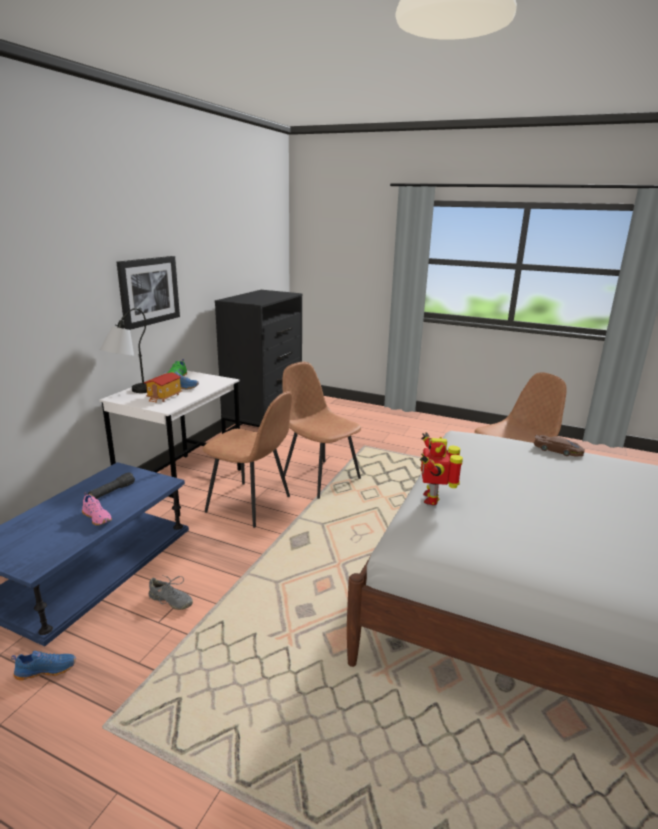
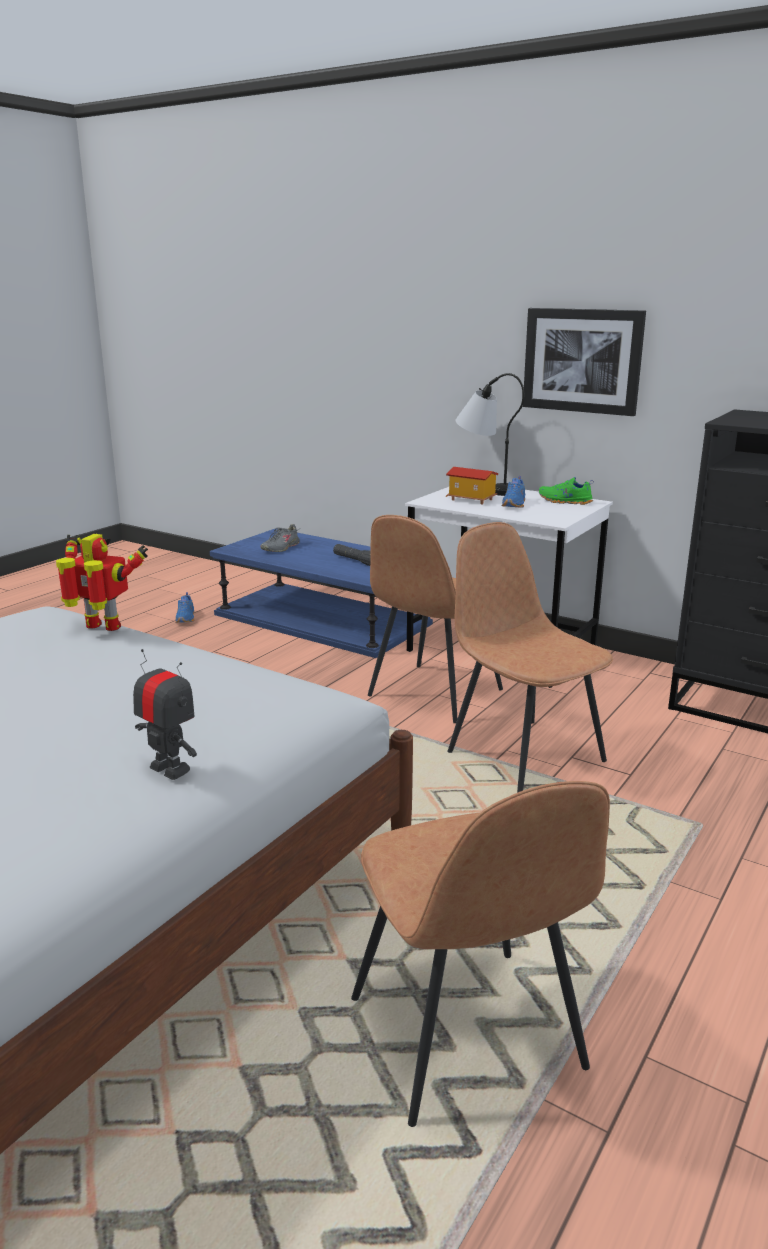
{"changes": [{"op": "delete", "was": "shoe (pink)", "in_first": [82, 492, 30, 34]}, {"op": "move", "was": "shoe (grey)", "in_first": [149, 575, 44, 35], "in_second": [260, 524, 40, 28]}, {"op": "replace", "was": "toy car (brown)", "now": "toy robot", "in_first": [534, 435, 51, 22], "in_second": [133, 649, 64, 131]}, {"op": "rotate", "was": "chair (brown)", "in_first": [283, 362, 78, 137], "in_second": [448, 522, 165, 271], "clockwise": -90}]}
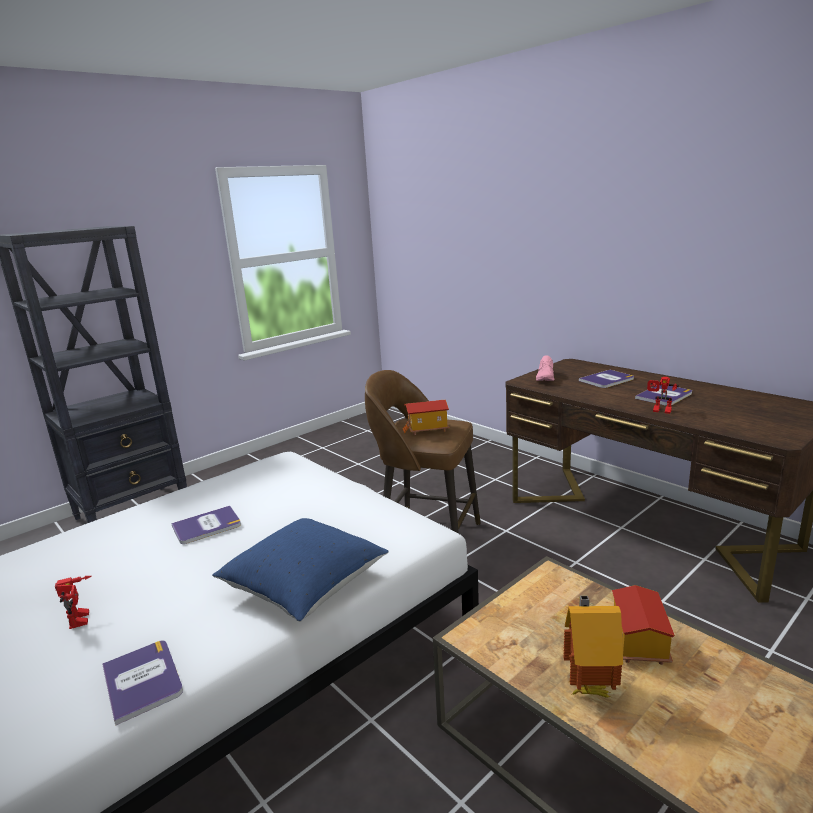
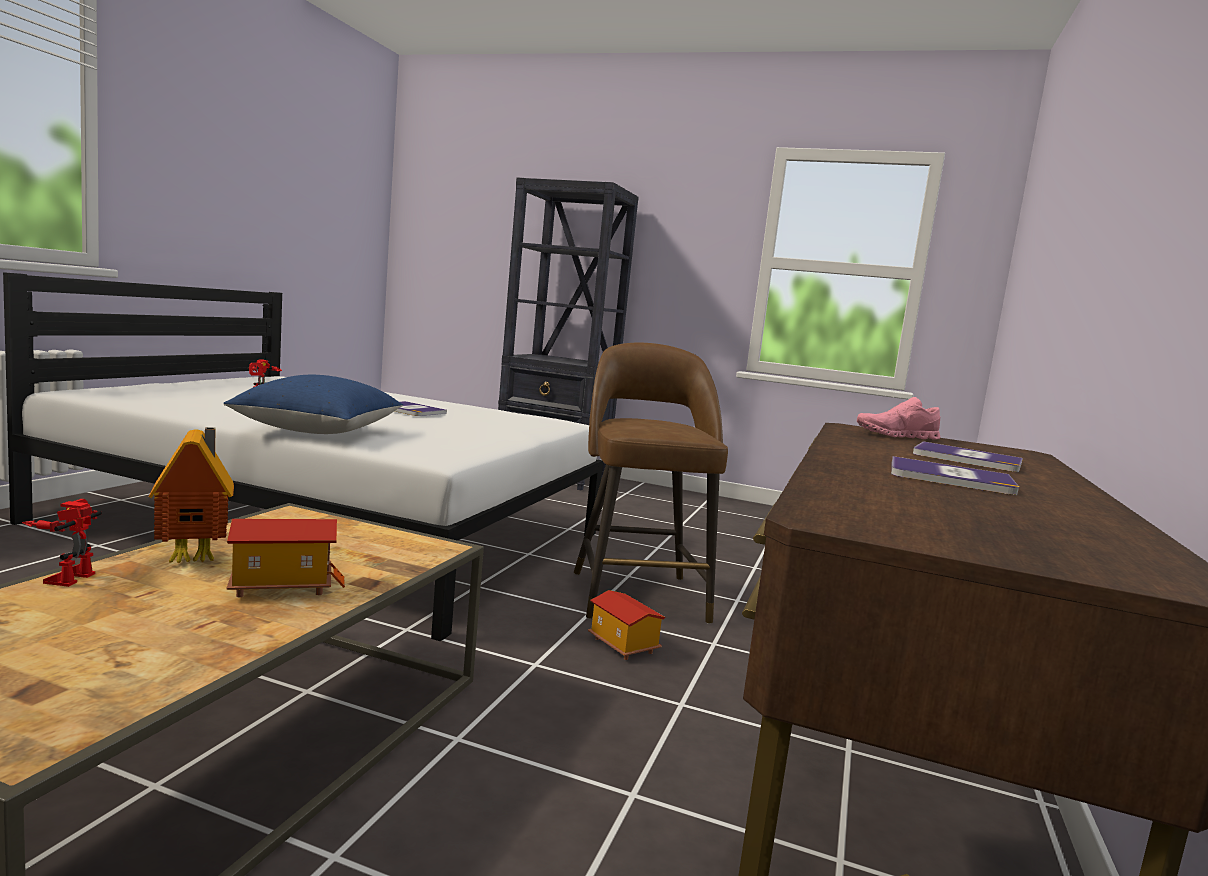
{"changes": [{"op": "delete", "was": "book", "in_first": [102, 640, 81, 86]}, {"op": "move", "was": "toy house", "in_first": [403, 400, 46, 35], "in_second": [588, 590, 77, 70]}, {"op": "move", "was": "toy robot", "in_first": [647, 377, 32, 37], "in_second": [22, 499, 80, 88]}]}
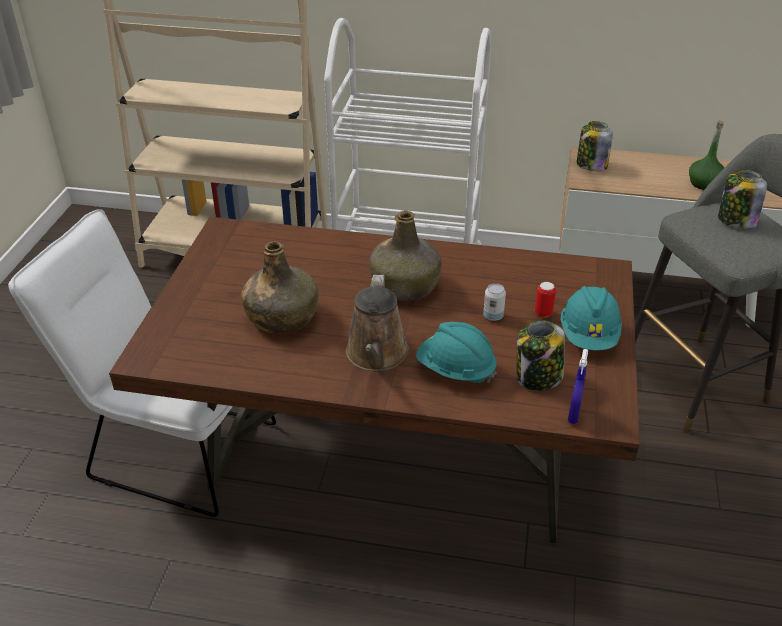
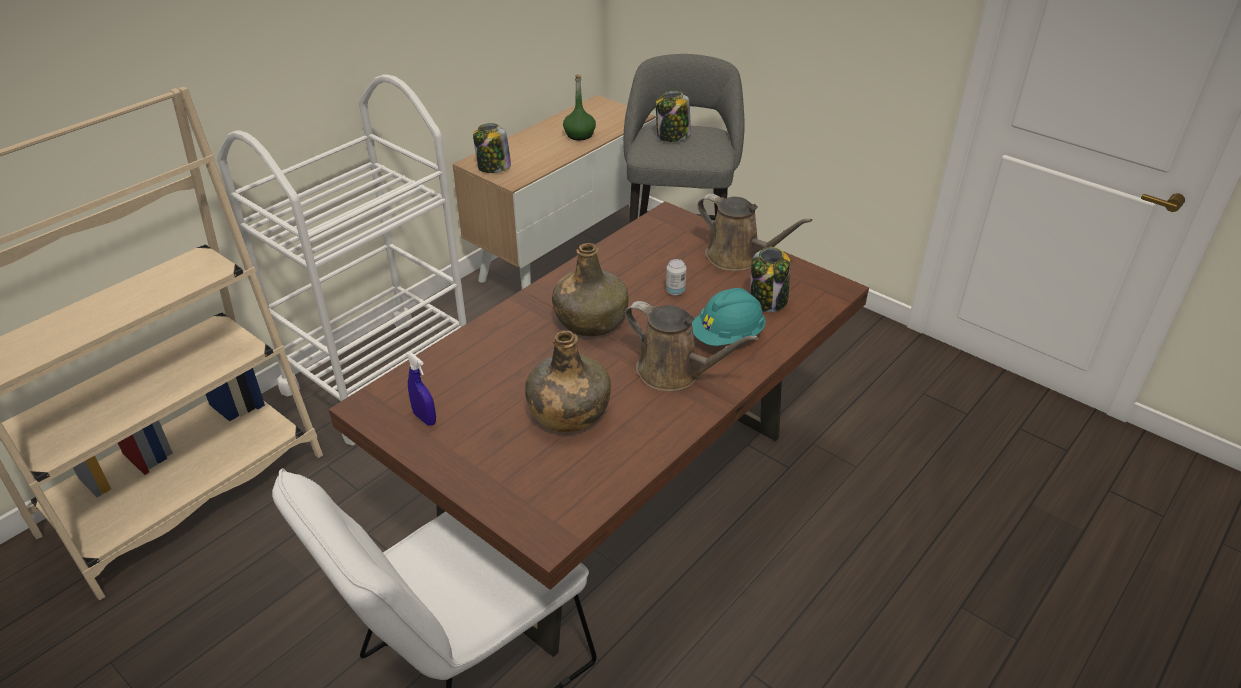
{"changes": [{"op": "delete", "was": "can", "in_first": [535, 282, 21, 35]}, {"op": "move", "was": "spray bottle (blue)", "in_first": [567, 349, 21, 75], "in_second": [406, 352, 30, 74]}, {"op": "replace", "was": "hard hat (turquoise)", "now": "watering can (brown)", "in_first": [560, 286, 62, 64], "in_second": [697, 194, 115, 77]}]}
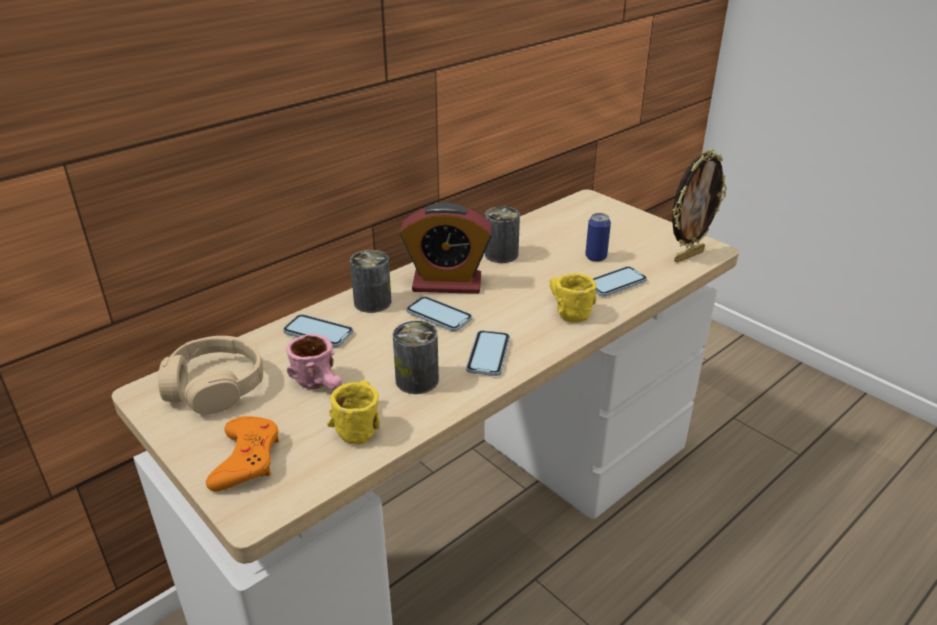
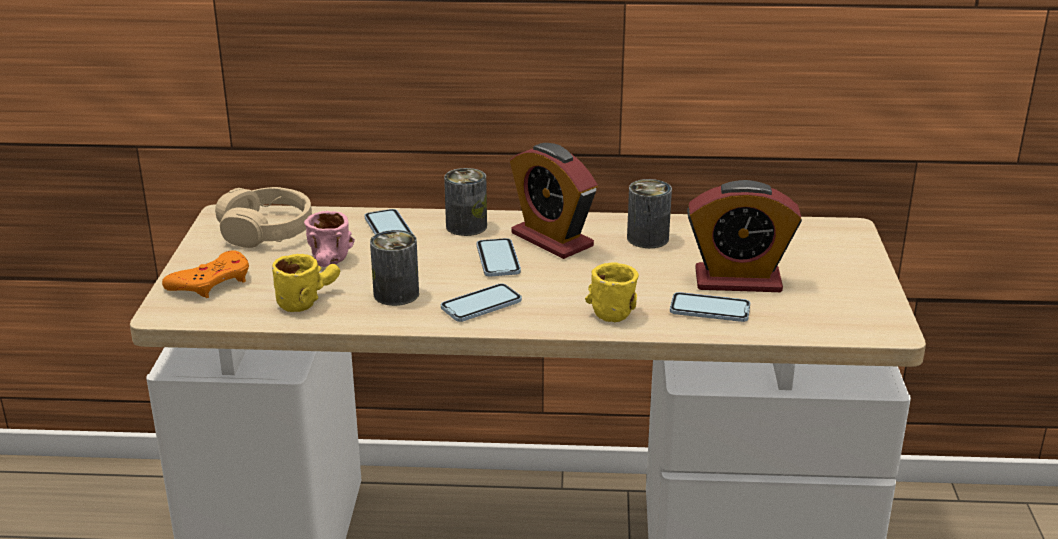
{"changes": [{"op": "delete", "was": "picture frame", "in_first": [672, 149, 55, 114]}, {"op": "replace", "was": "can", "now": "alarm clock", "in_first": [585, 213, 26, 49], "in_second": [687, 180, 115, 112]}]}
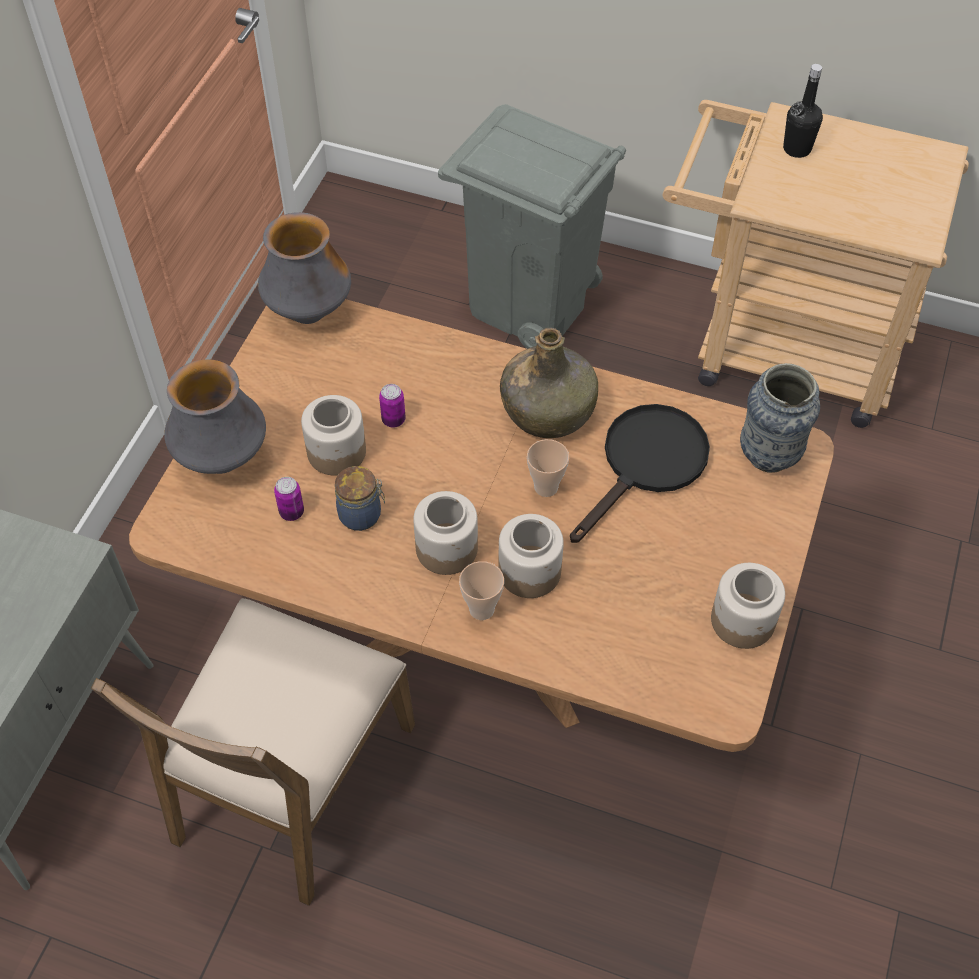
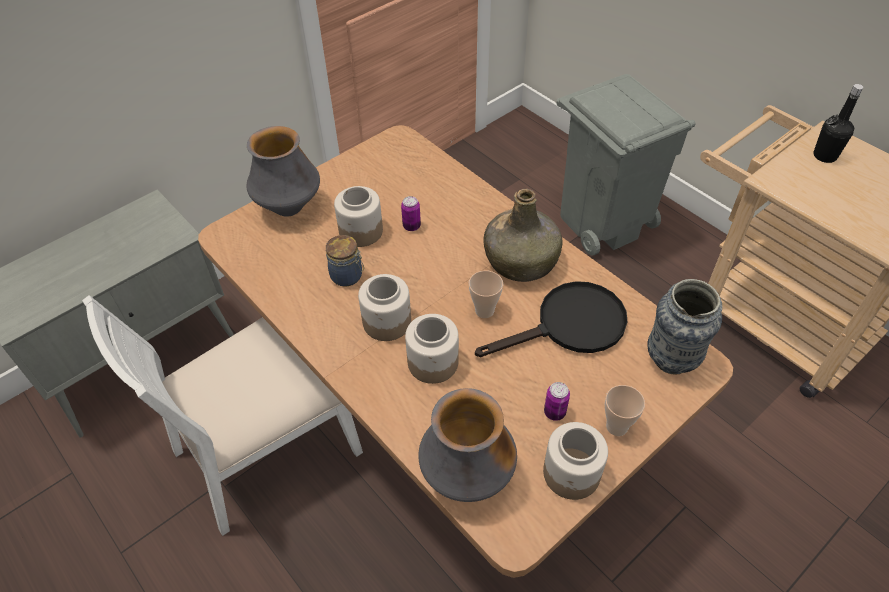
{"changes": [{"op": "move", "was": "vase", "in_first": [258, 212, 93, 112], "in_second": [418, 388, 99, 114]}, {"op": "move", "was": "can", "in_first": [274, 477, 30, 44], "in_second": [544, 382, 26, 39]}, {"op": "move", "was": "cup", "in_first": [459, 561, 45, 59], "in_second": [605, 385, 40, 51]}, {"op": "recolor", "was": "chair (brown)", "now": "chair (white)", "in_first": [91, 598, 324, 308], "in_second": [82, 295, 281, 241]}]}
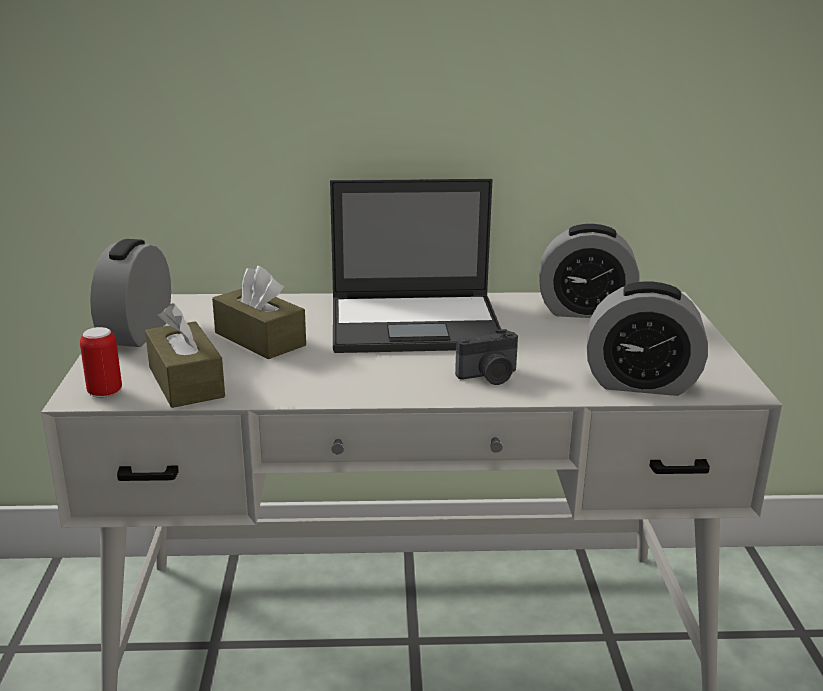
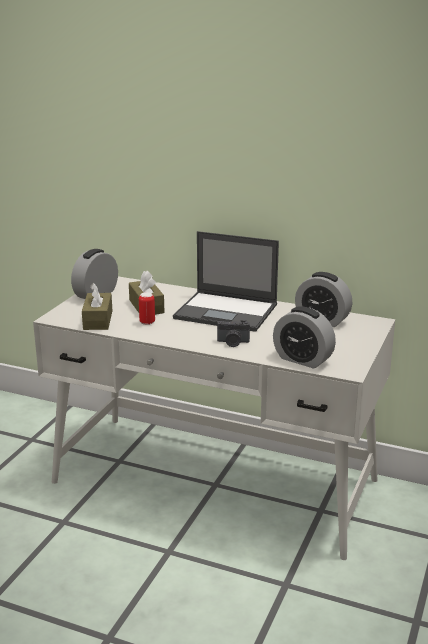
{"changes": [{"op": "move", "was": "can", "in_first": [80, 327, 42, 71], "in_second": [139, 292, 16, 33]}]}
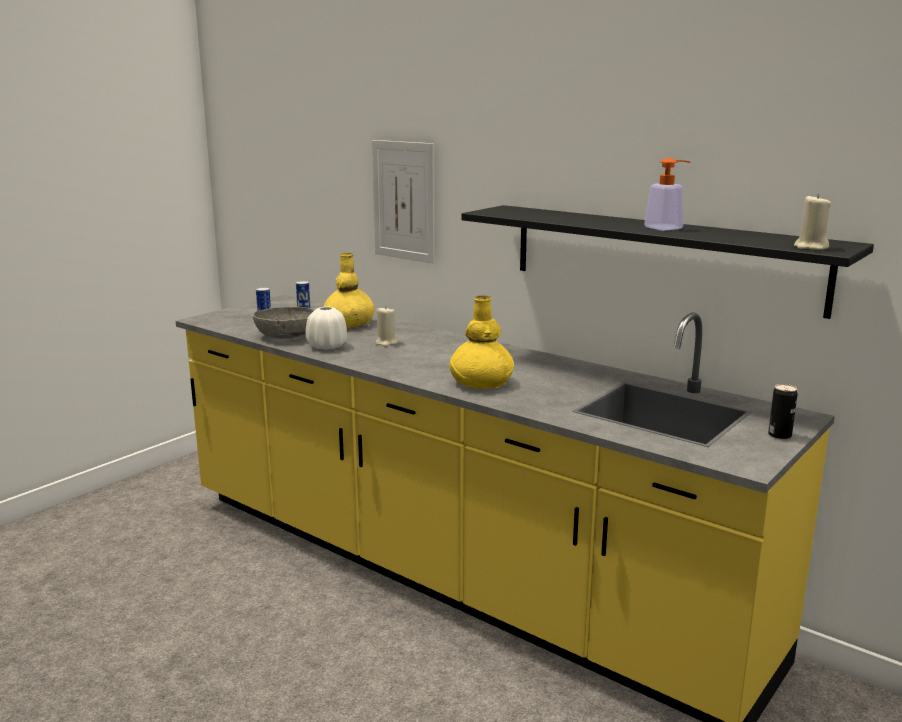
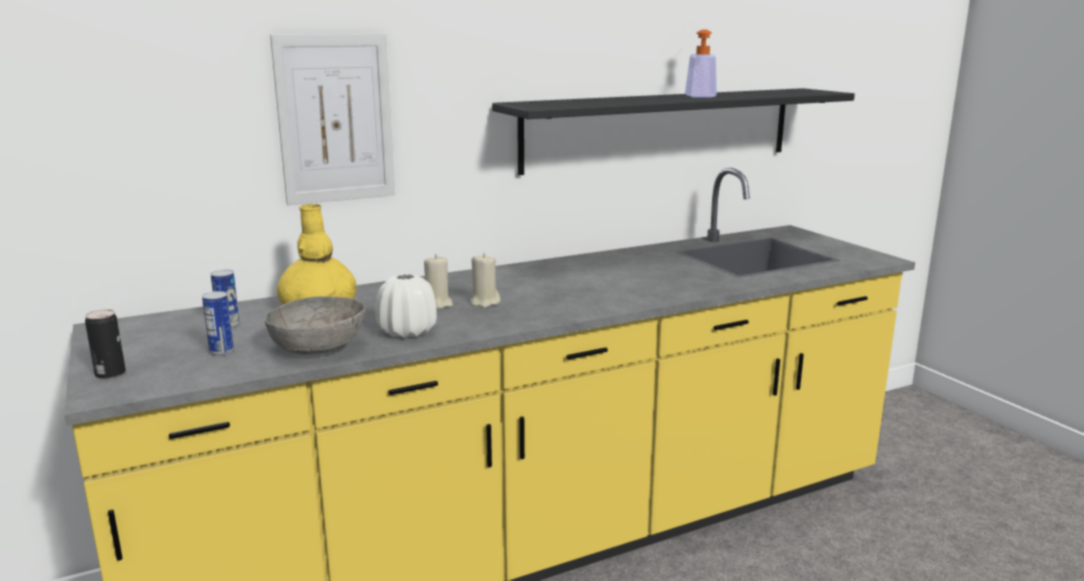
{"changes": [{"op": "delete", "was": "vase (yellow)", "in_first": [449, 296, 65, 93]}, {"op": "move", "was": "can", "in_first": [768, 384, 30, 56], "in_second": [85, 309, 41, 70]}, {"op": "move", "was": "candle (beige)", "in_first": [794, 194, 37, 56], "in_second": [470, 253, 30, 55]}]}
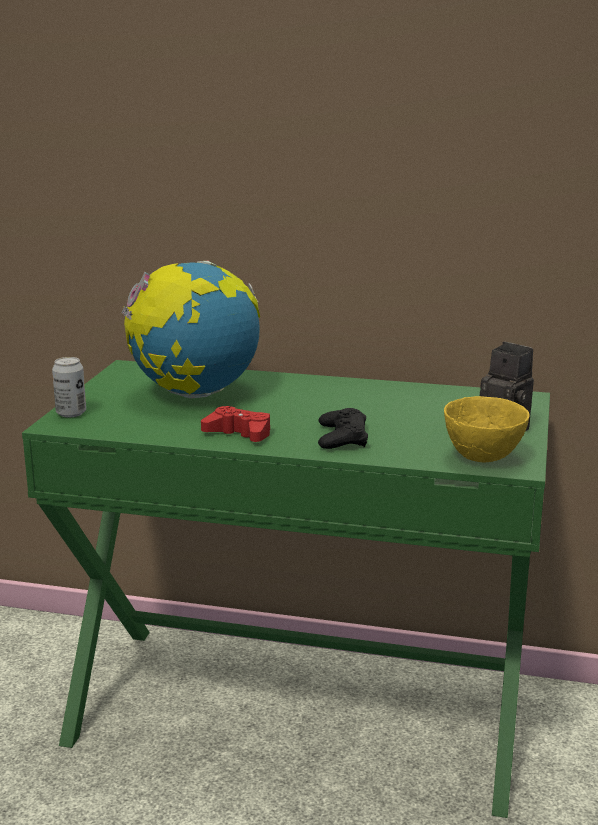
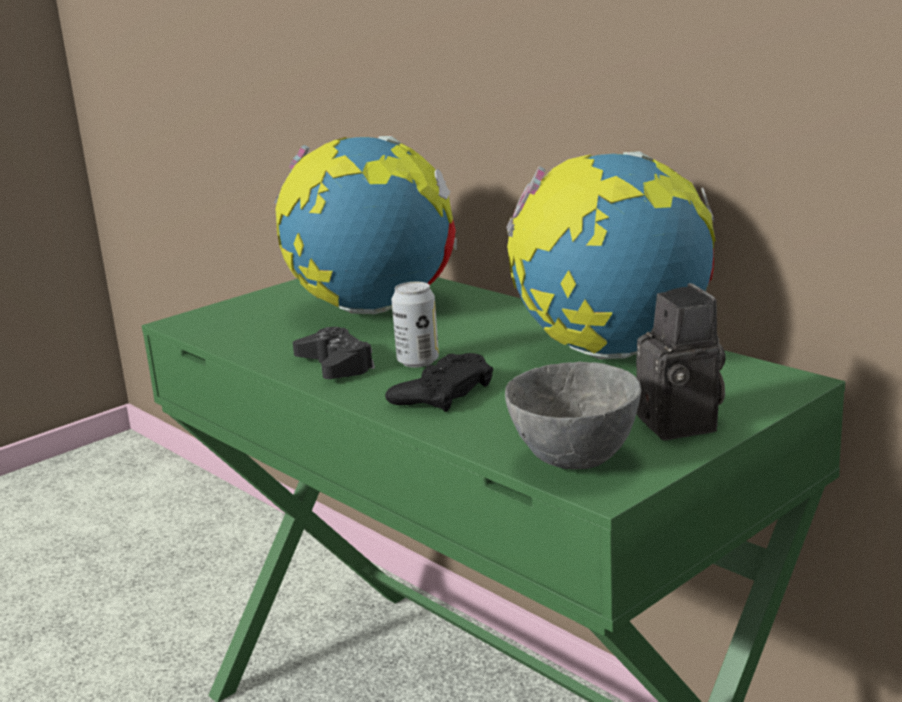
{"changes": [{"op": "insert", "now": "globe", "in_second": [506, 151, 210, 208]}, {"op": "move", "was": "can", "in_first": [52, 357, 34, 61], "in_second": [391, 282, 48, 86]}, {"op": "recolor", "was": "game controller (red)", "now": "game controller (black)", "in_first": [201, 406, 69, 36], "in_second": [293, 327, 82, 52]}, {"op": "recolor", "was": "bowl (yellow)", "now": "bowl (grey)", "in_first": [444, 396, 86, 67], "in_second": [505, 362, 136, 107]}]}
